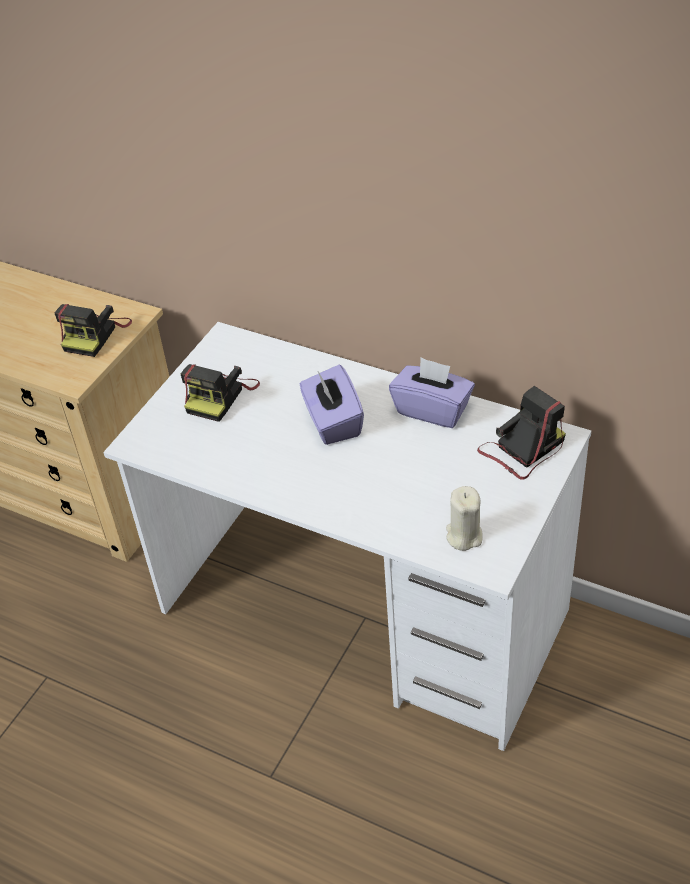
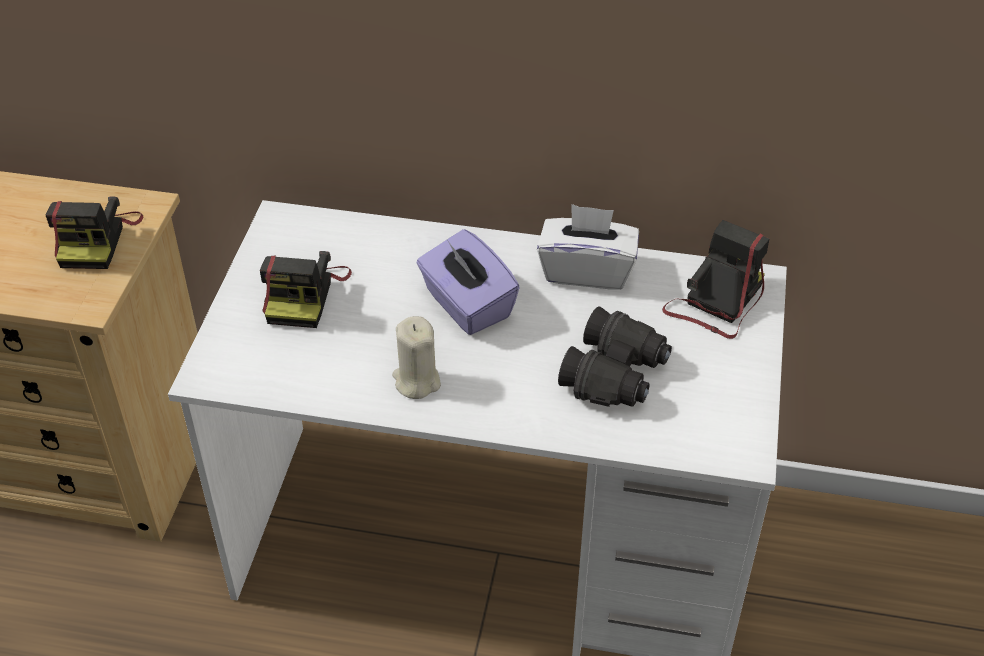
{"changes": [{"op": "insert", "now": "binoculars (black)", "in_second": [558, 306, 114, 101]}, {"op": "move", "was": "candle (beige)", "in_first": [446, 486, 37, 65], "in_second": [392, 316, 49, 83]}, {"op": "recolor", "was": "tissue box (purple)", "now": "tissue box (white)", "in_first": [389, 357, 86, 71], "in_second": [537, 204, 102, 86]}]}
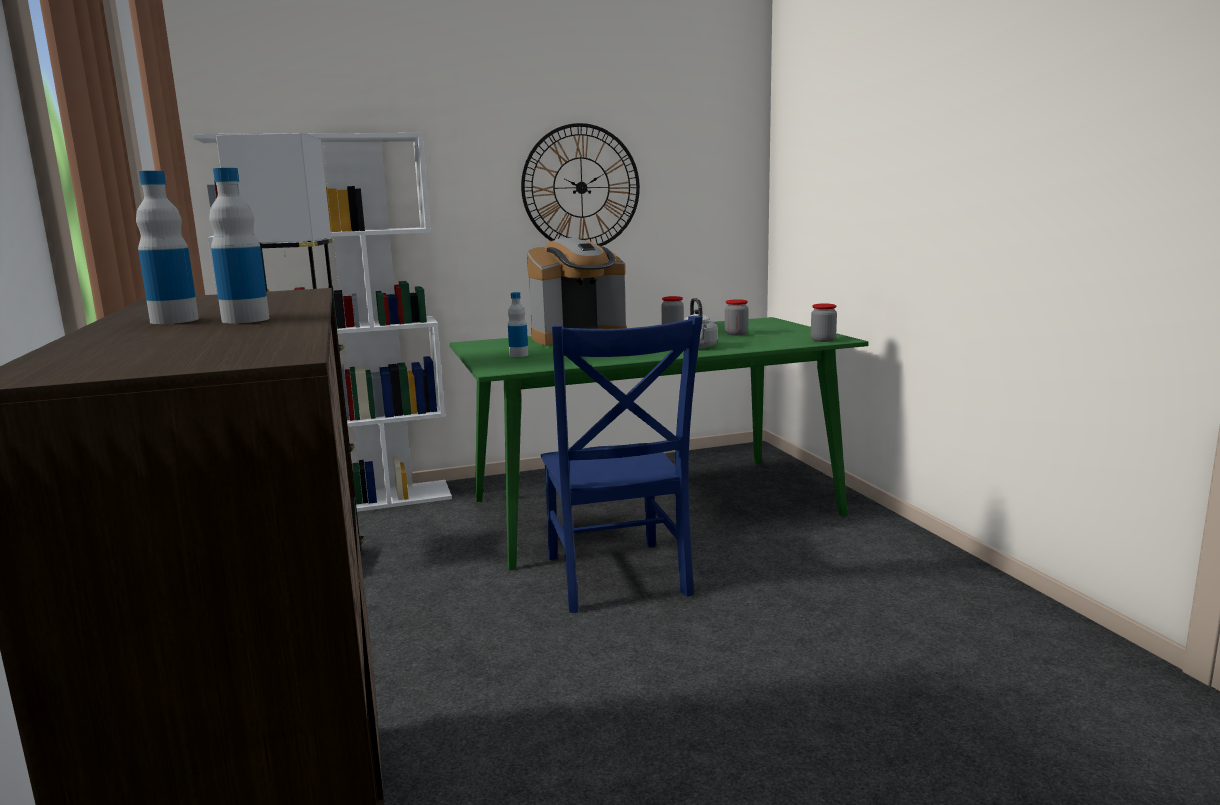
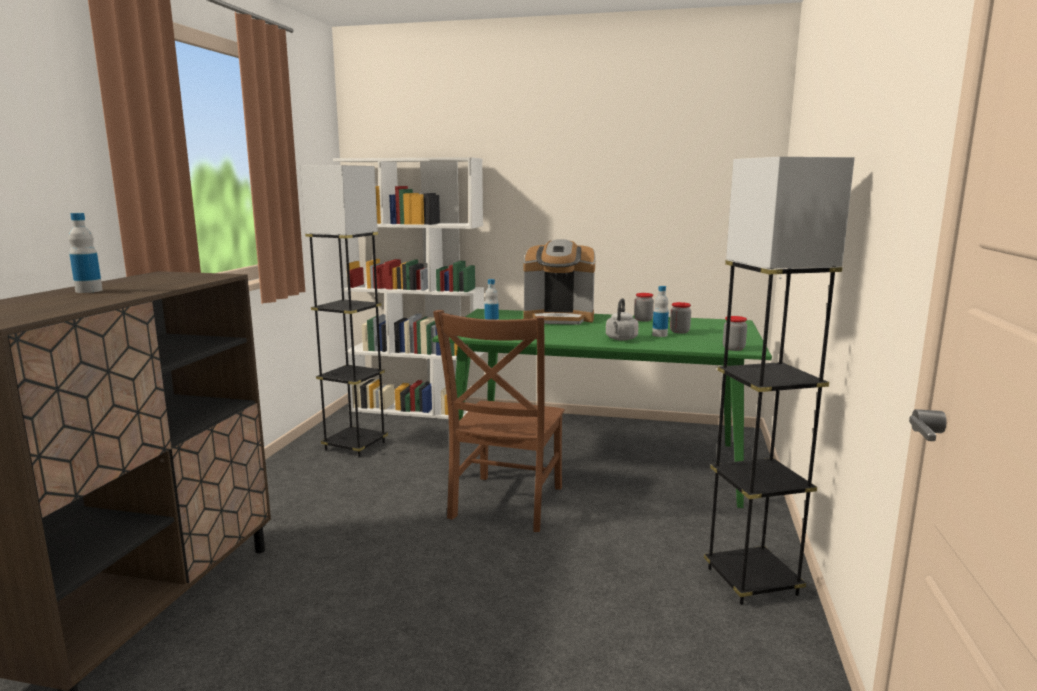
{"changes": [{"op": "delete", "was": "wall clock", "in_first": [521, 123, 119, 123]}, {"op": "insert", "now": "floor lamp (black)", "in_second": [704, 157, 151, 448]}, {"op": "move", "was": "bottle", "in_first": [209, 168, 61, 156], "in_second": [652, 286, 17, 51]}, {"op": "recolor", "was": "chair (blue)", "now": "chair (brown)", "in_first": [541, 316, 162, 297], "in_second": [433, 310, 132, 222]}]}
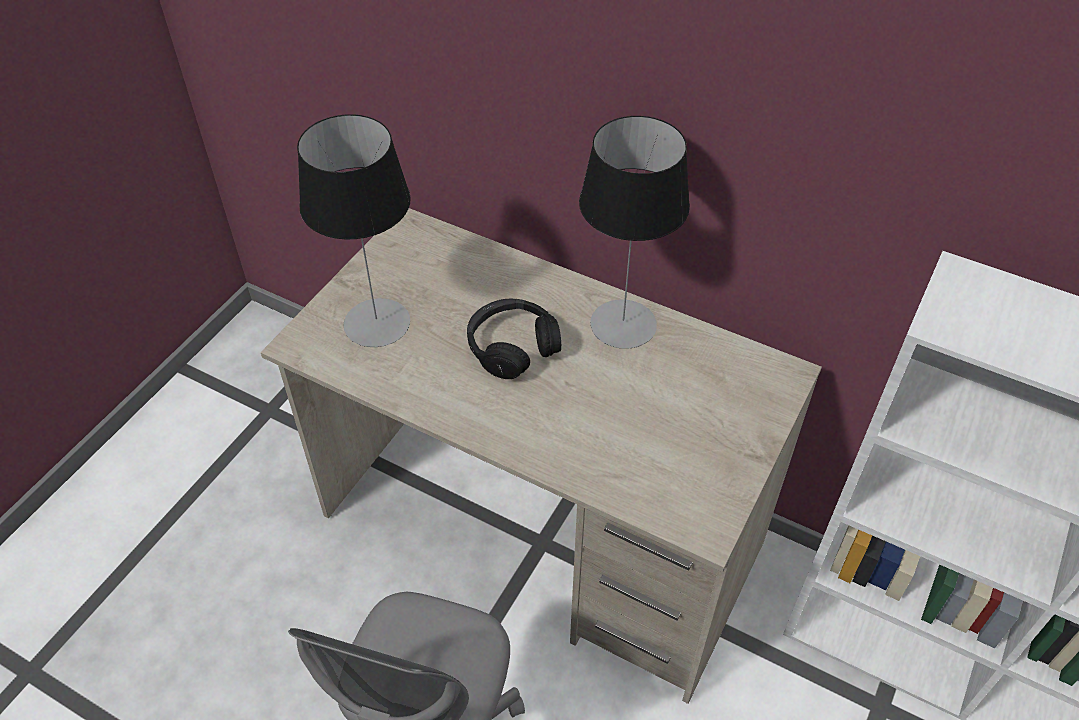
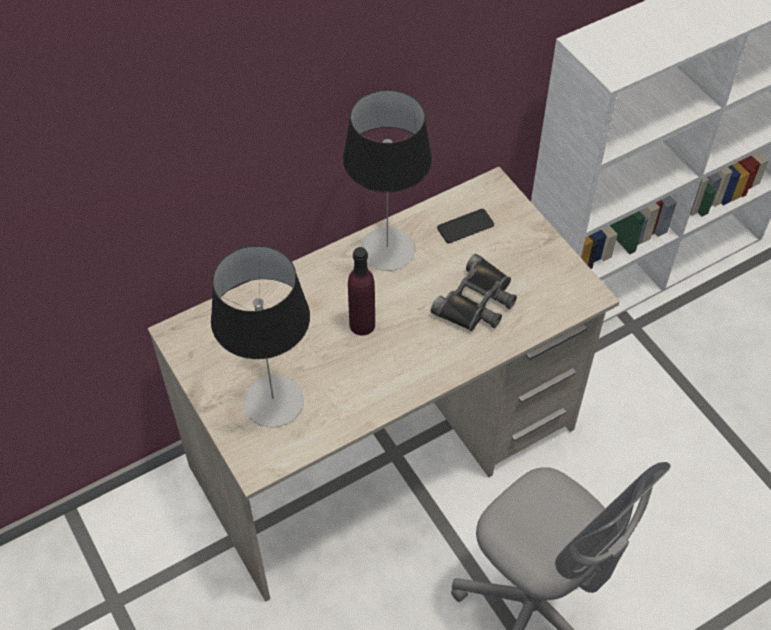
{"changes": [{"op": "insert", "now": "binoculars (black)", "in_second": [431, 254, 86, 77]}, {"op": "insert", "now": "phone", "in_second": [437, 209, 57, 34]}, {"op": "replace", "was": "headphones (black)", "now": "bottle (purple)", "in_first": [467, 299, 94, 80], "in_second": [348, 247, 27, 88]}]}
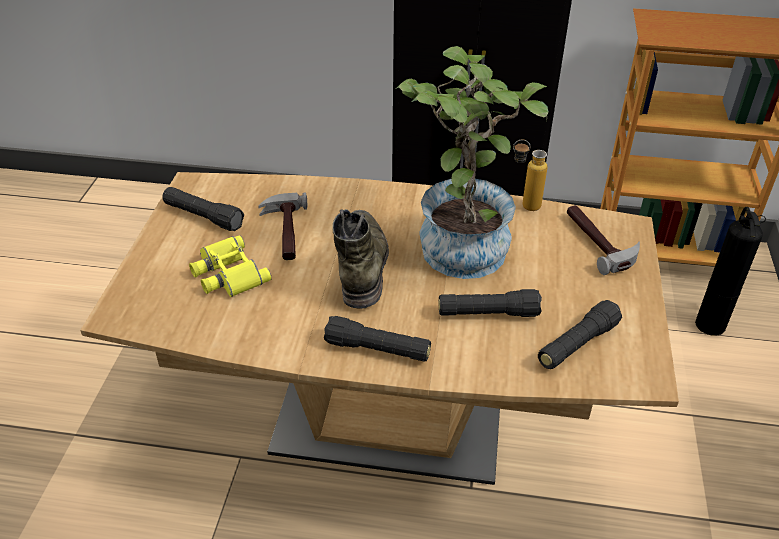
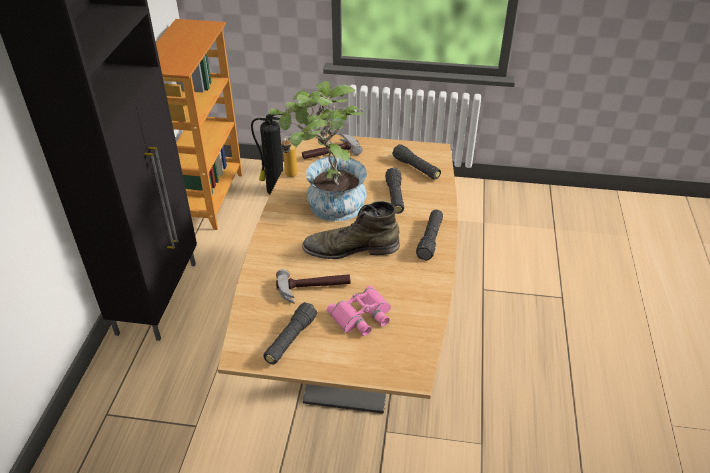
{"changes": [{"op": "recolor", "was": "binoculars (yellow)", "now": "binoculars (pink)", "in_first": [189, 235, 82, 62], "in_second": [327, 286, 64, 50]}]}
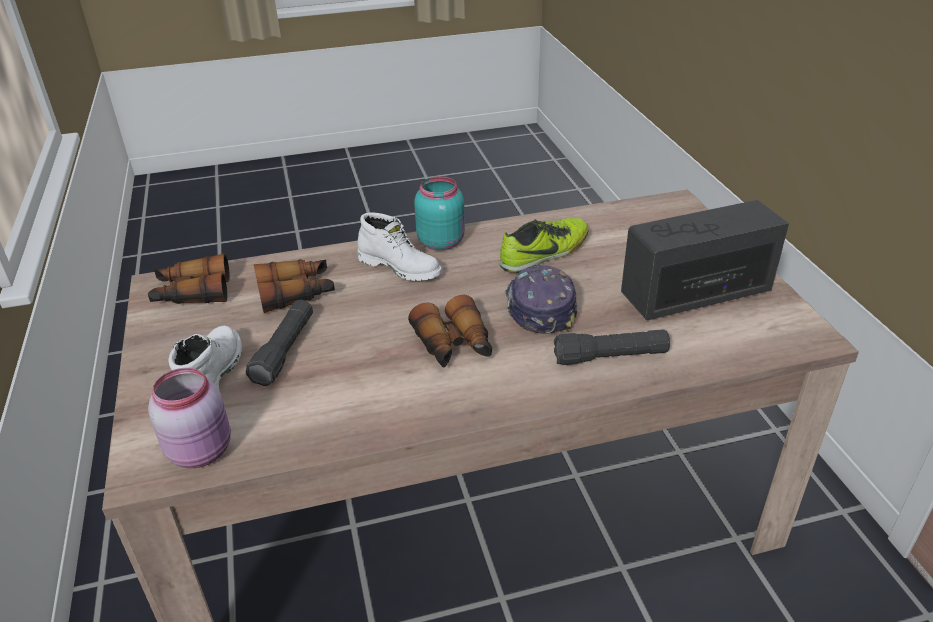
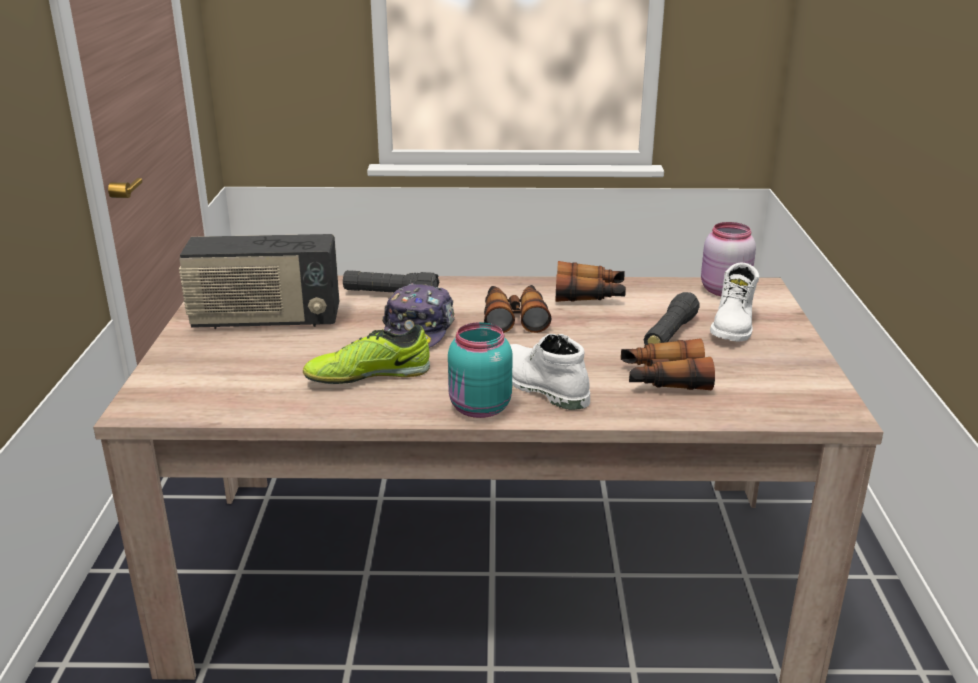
{"changes": [{"op": "move", "was": "binoculars", "in_first": [148, 253, 82, 51], "in_second": [556, 261, 70, 41]}]}
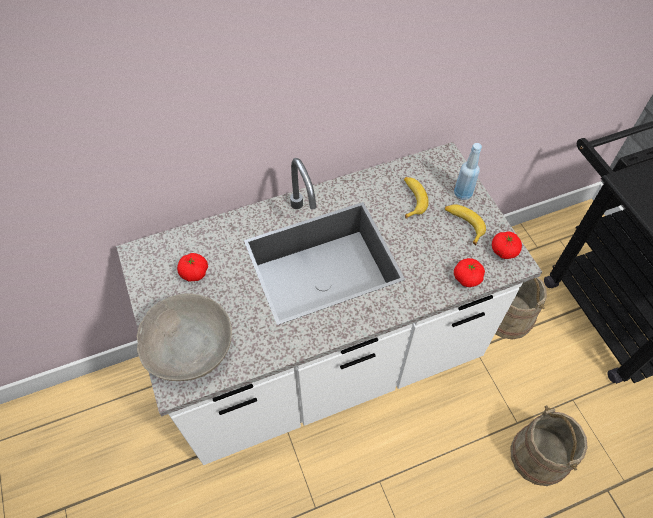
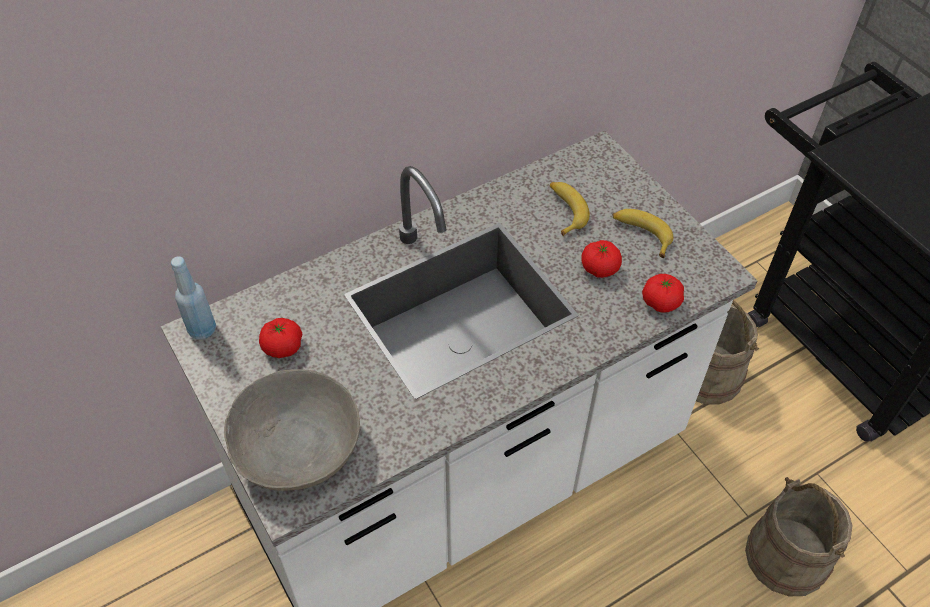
{"changes": [{"op": "move", "was": "bottle (blue)", "in_first": [454, 143, 28, 57], "in_second": [171, 256, 45, 84]}, {"op": "move", "was": "tomato", "in_first": [492, 231, 30, 28], "in_second": [581, 240, 41, 38]}]}
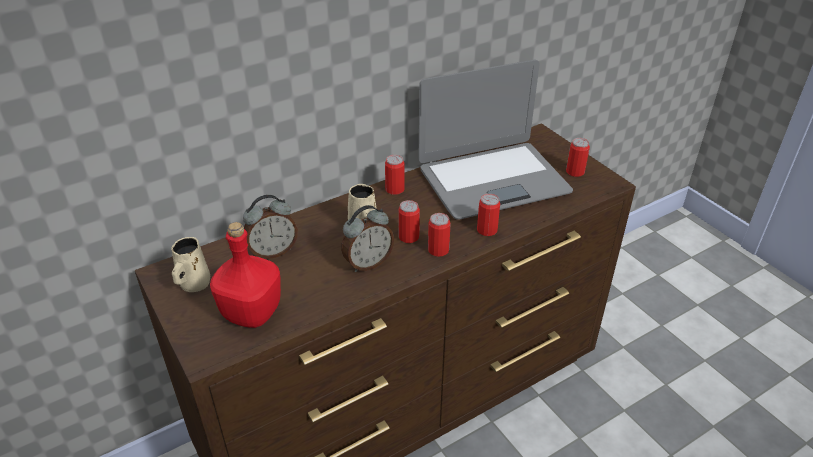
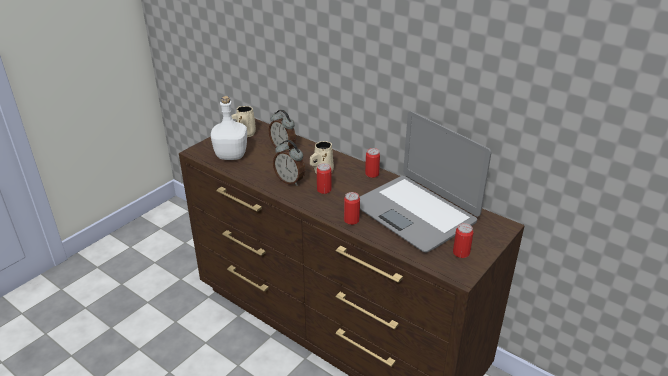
{"changes": [{"op": "delete", "was": "can", "in_first": [428, 213, 23, 44]}, {"op": "recolor", "was": "bottle (red)", "now": "bottle (white)", "in_first": [210, 222, 71, 106], "in_second": [211, 96, 36, 64]}]}
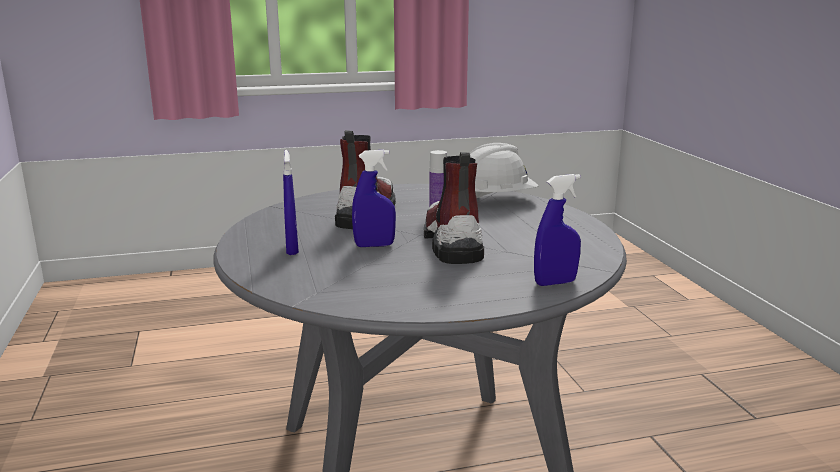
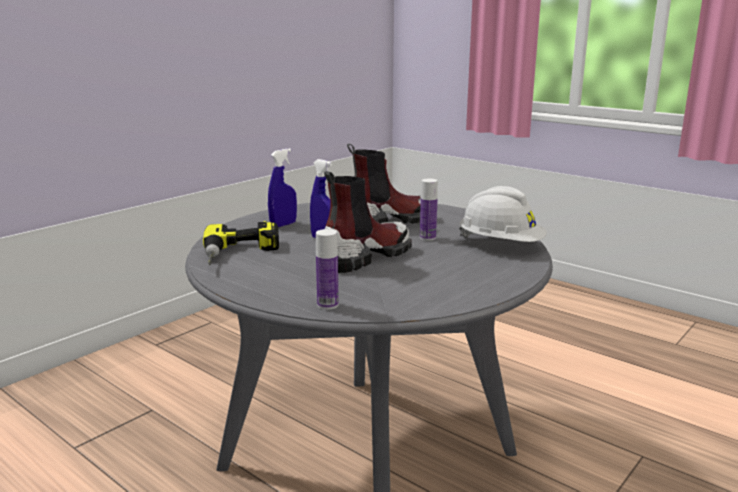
{"changes": [{"op": "insert", "now": "power drill", "in_second": [203, 221, 76, 44]}, {"op": "replace", "was": "spray bottle (blue)", "now": "bottle", "in_first": [534, 174, 47, 112], "in_second": [316, 229, 23, 81]}]}
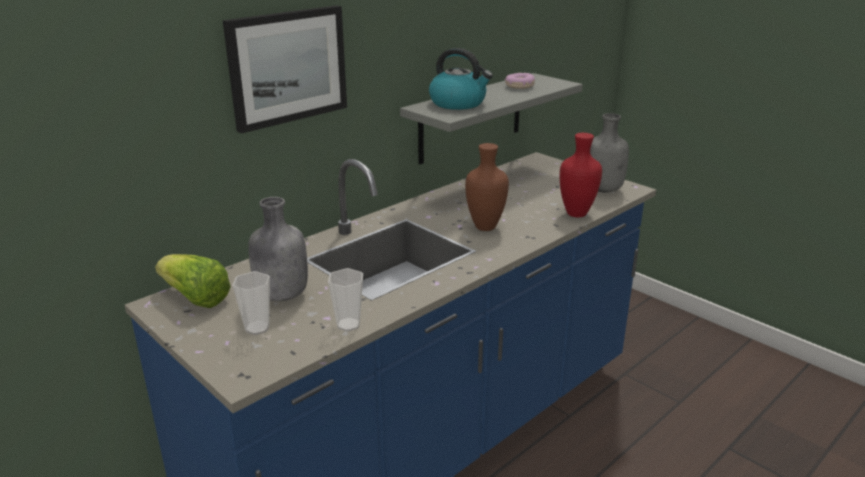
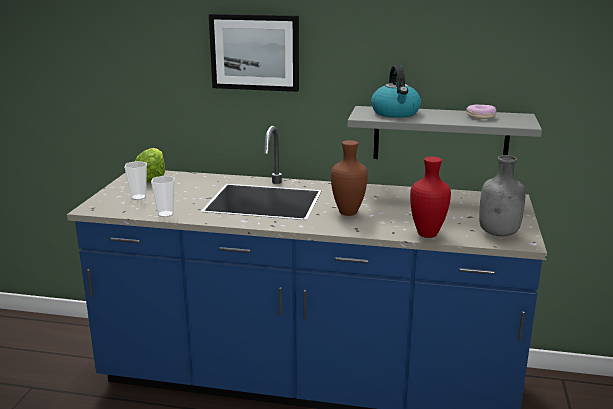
{"changes": [{"op": "delete", "was": "bottle (grey)", "in_first": [248, 197, 60, 104]}]}
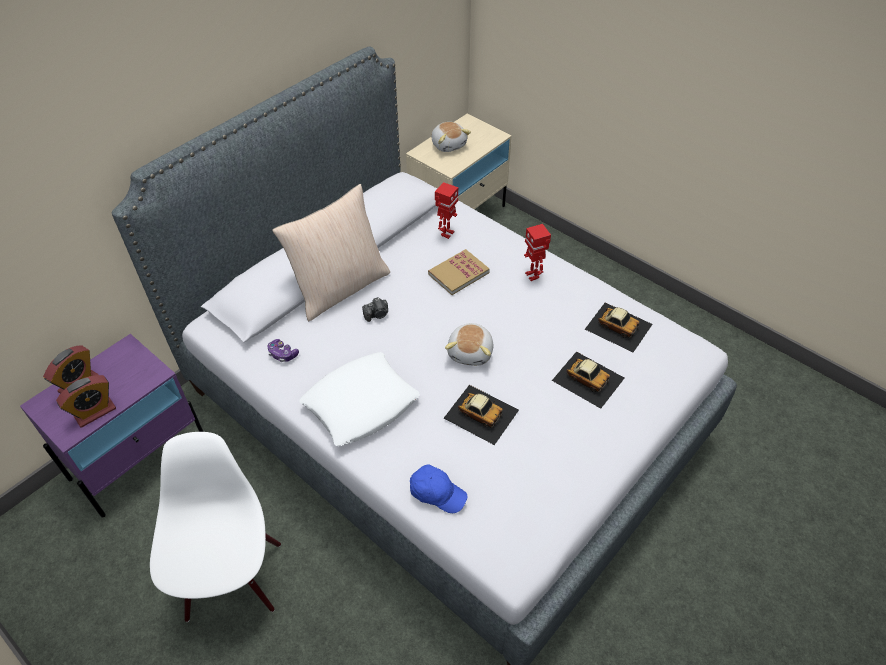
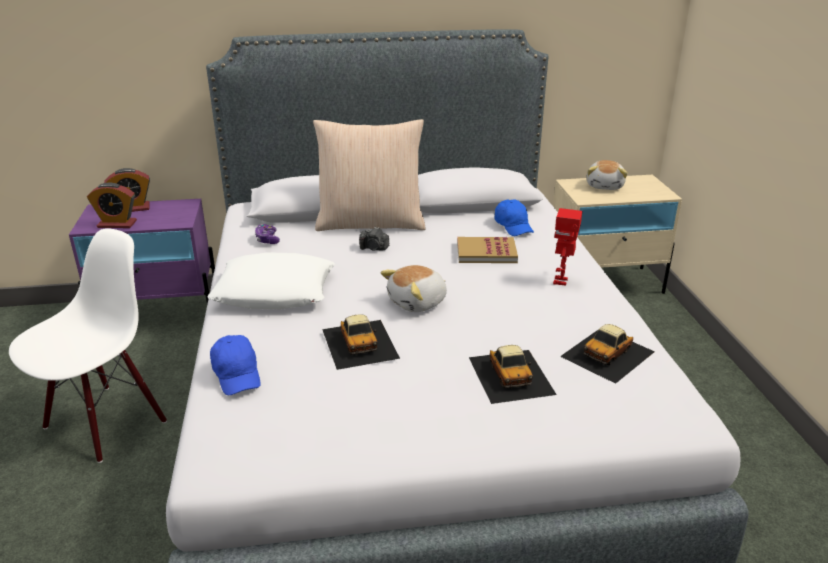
{"changes": [{"op": "replace", "was": "toy robot", "now": "cap (blue)", "in_first": [435, 182, 23, 57], "in_second": [494, 199, 40, 37]}, {"op": "rotate", "was": "toy car", "in_first": [585, 303, 68, 49], "in_second": [560, 324, 95, 60], "clockwise": 60}]}
